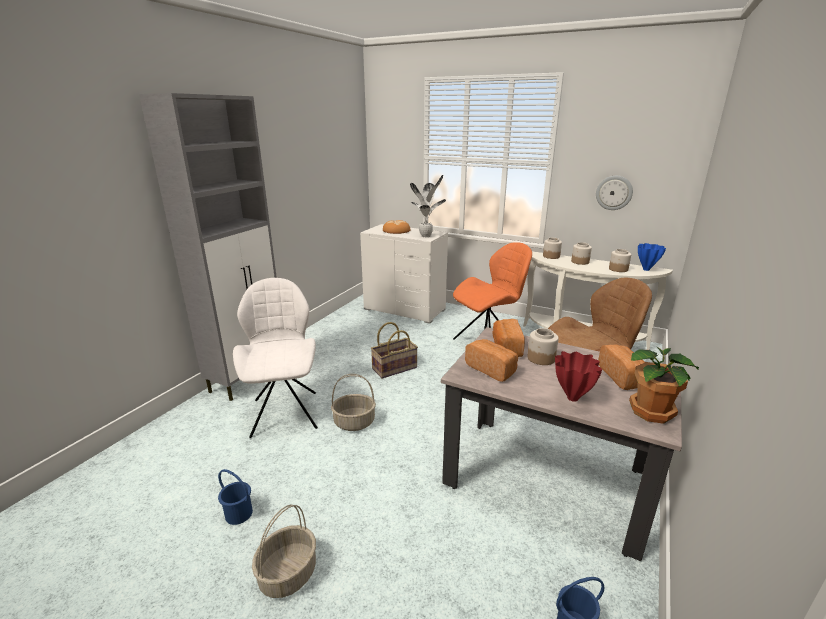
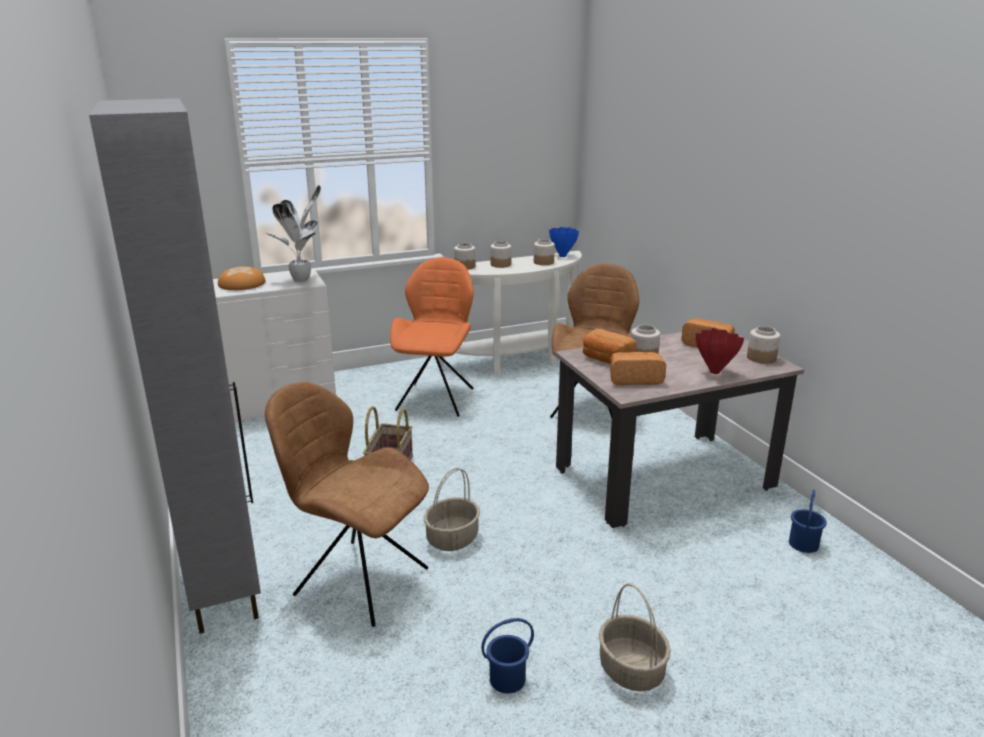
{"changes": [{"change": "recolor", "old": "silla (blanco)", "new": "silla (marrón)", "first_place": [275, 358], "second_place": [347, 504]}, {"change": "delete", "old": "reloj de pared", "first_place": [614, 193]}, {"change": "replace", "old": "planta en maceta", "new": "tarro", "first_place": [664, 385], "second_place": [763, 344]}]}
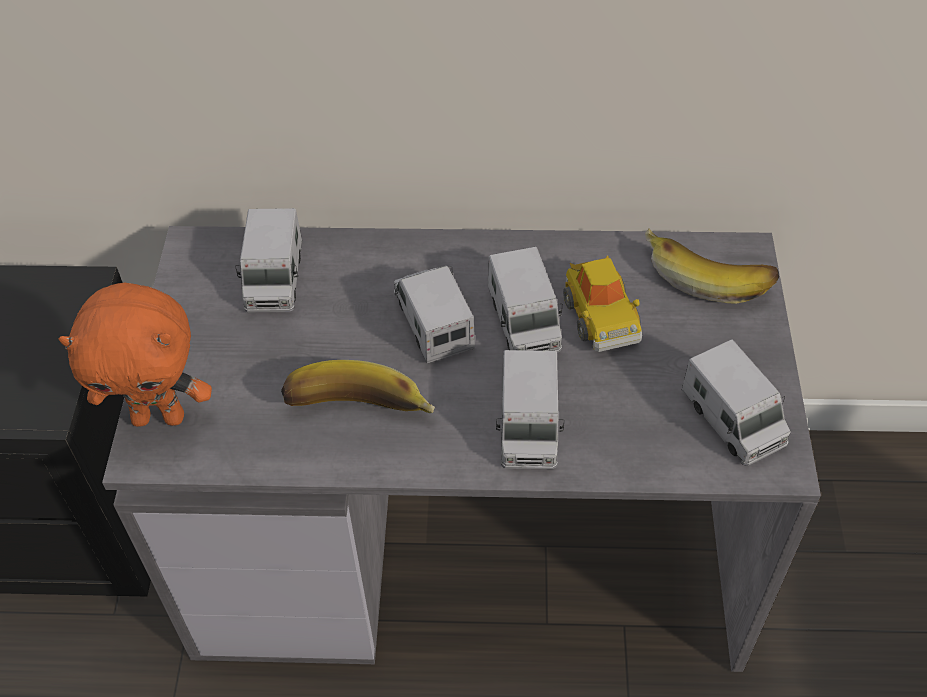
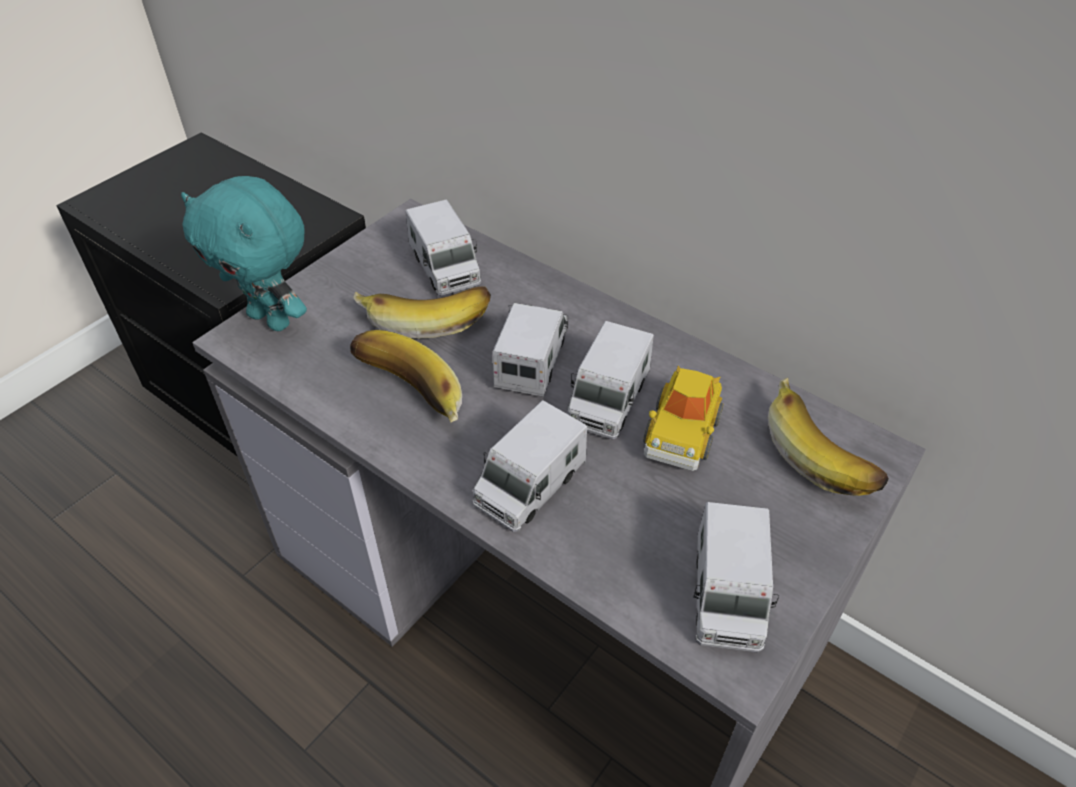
{"changes": [{"change": "recolor", "old": "peluche (naranja)", "new": "peluche (turquesa)", "first_place": [135, 354], "second_place": [244, 253]}, {"change": "rotate", "old": "camión de juguete", "first_place": [268, 260], "second_place": [443, 248], "degrees": -60}, {"change": "insert", "new": "plátano", "second_place": [422, 312]}]}
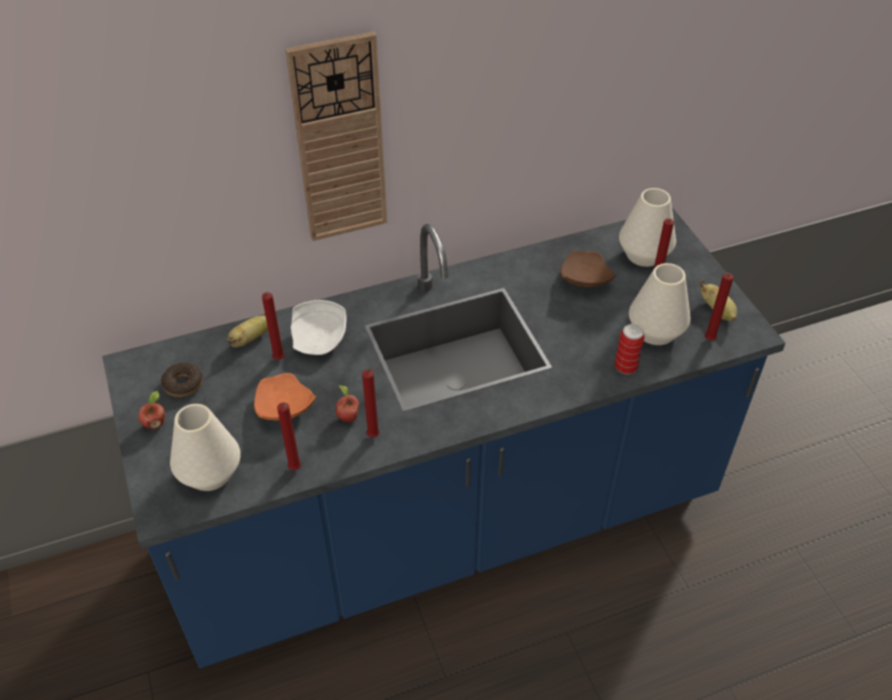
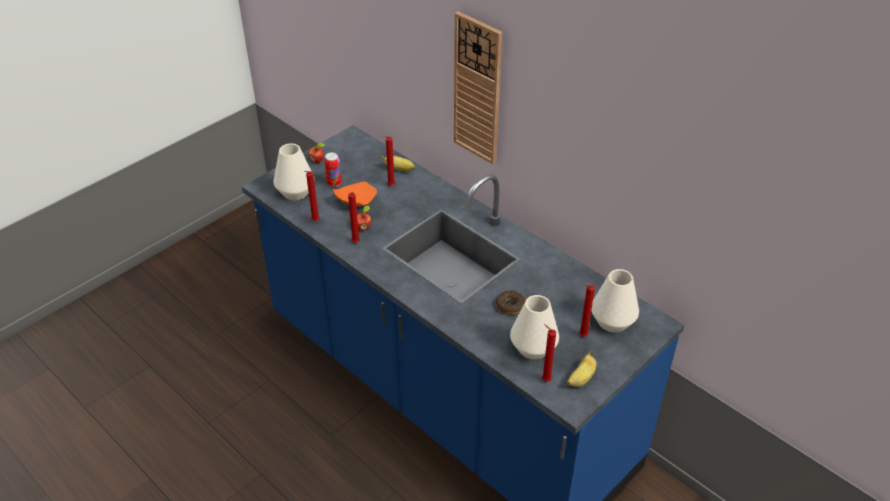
{"changes": [{"change": "move", "old": "rosquilla", "first_place": [182, 380], "second_place": [510, 302]}, {"change": "delete", "old": "plato (blanco)", "first_place": [319, 327]}, {"change": "delete", "old": "plato (marrón)", "first_place": [588, 268]}, {"change": "move", "old": "lata", "first_place": [630, 349], "second_place": [333, 169]}]}
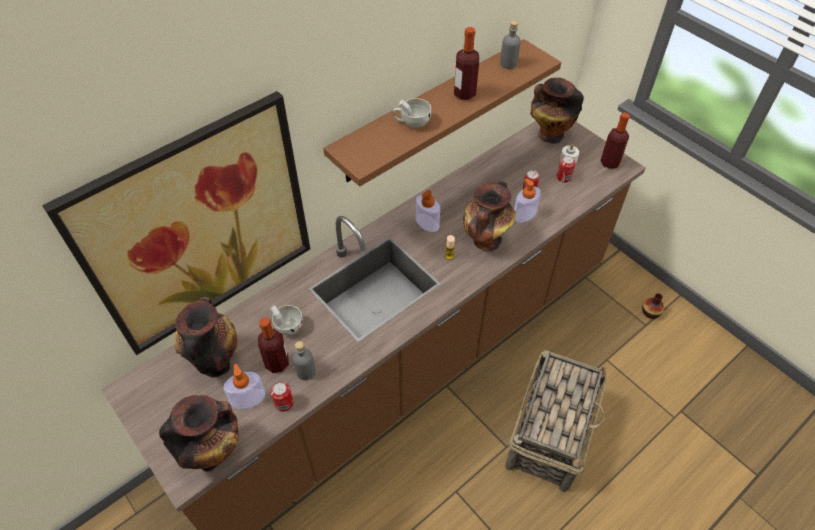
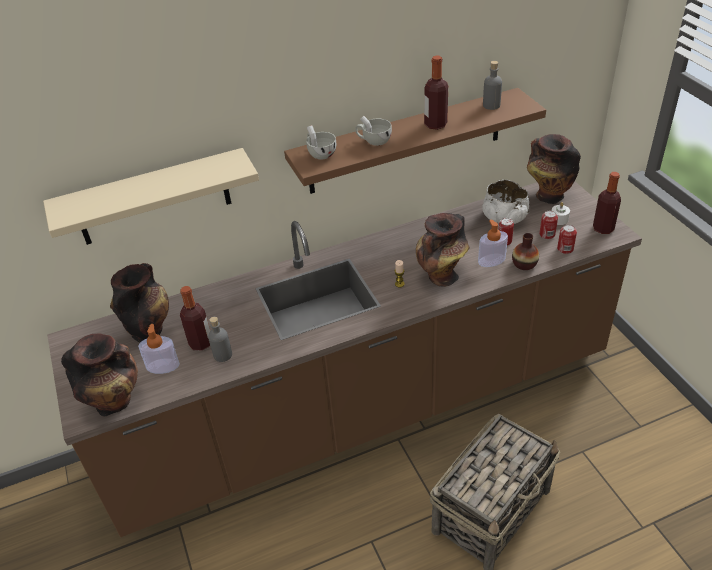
{"changes": [{"change": "replace", "old": "cuadro", "new": "estante (beis)", "first_place": [176, 223], "second_place": [151, 196]}, {"change": "move", "old": "taza (blanco)", "first_place": [286, 320], "second_place": [321, 142]}, {"change": "move", "old": "lata", "first_place": [282, 397], "second_place": [567, 239]}, {"change": "delete", "old": "dispensador de jabón", "first_place": [428, 211]}, {"change": "move", "old": "florero", "first_place": [653, 306], "second_place": [525, 251]}, {"change": "insert", "new": "cuenco (blanco)", "second_place": [506, 202]}]}
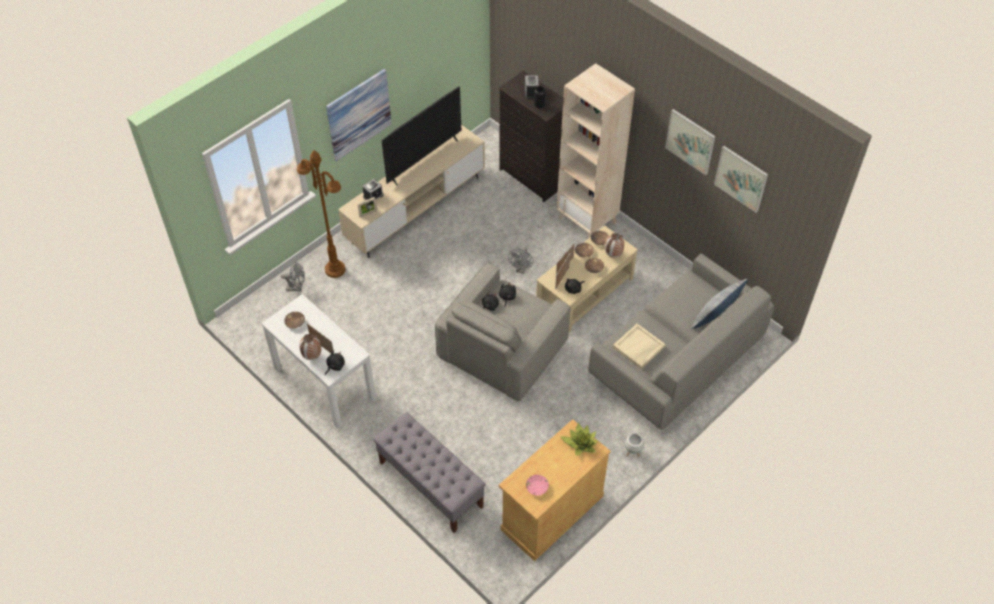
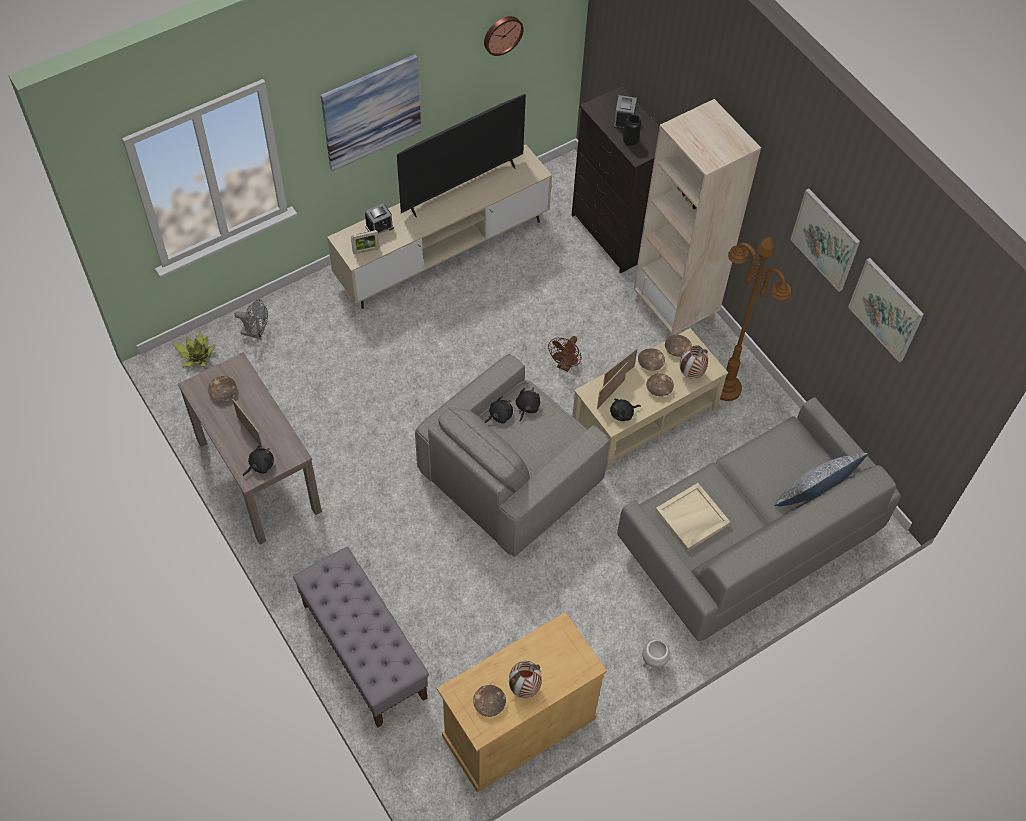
{"changes": [{"change": "recolor", "old": "mesa consola (blanco)", "new": "mesa consola (marrón)", "first_place": [318, 361], "second_place": [250, 448]}, {"change": "move", "old": "lámpara de pie (marrón)", "first_place": [321, 214], "second_place": [755, 319]}, {"change": "move", "old": "florero", "first_place": [310, 347], "second_place": [525, 679]}, {"change": "recolor", "old": "ventilador (gris)", "new": "ventilador (marrón)", "first_place": [520, 261], "second_place": [564, 354]}, {"change": "recolor", "old": "cuenco (rosa)", "new": "cuenco (marrón)", "first_place": [537, 485], "second_place": [489, 701]}, {"change": "move", "old": "planta en maceta", "first_place": [579, 439], "second_place": [194, 349]}, {"change": "insert", "new": "reloj de pared", "second_place": [504, 36]}]}
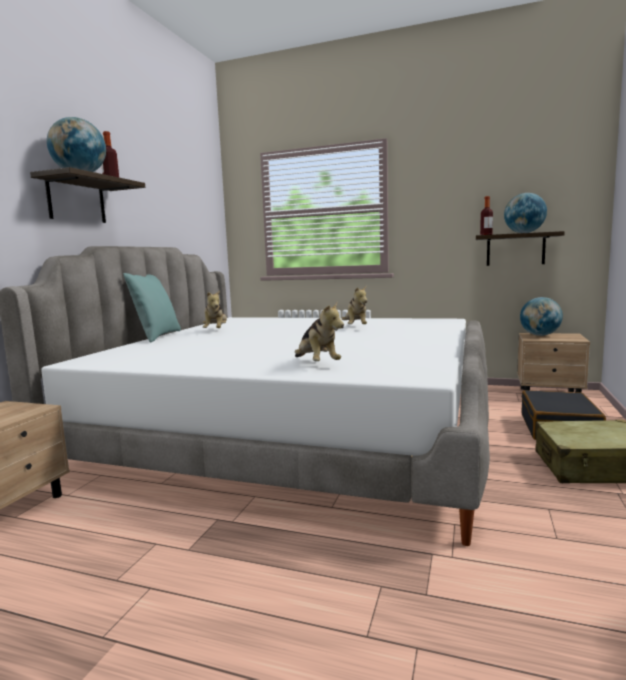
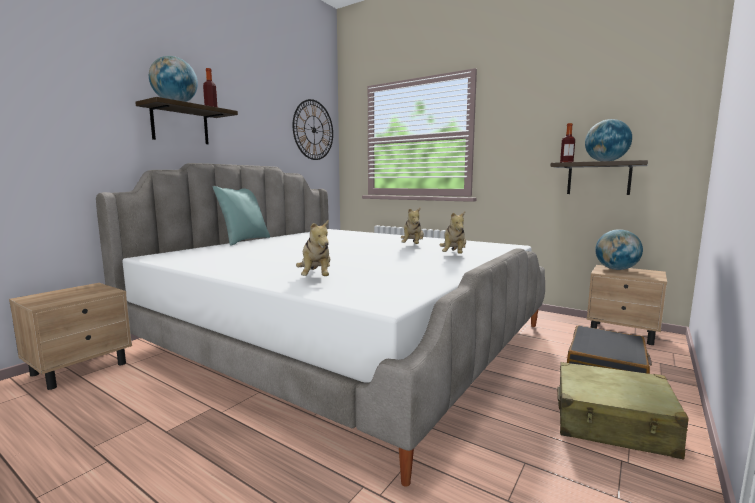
{"changes": [{"change": "move", "old": "peluche", "first_place": [215, 309], "second_place": [453, 232]}, {"change": "insert", "new": "reloj de pared", "second_place": [313, 129]}]}
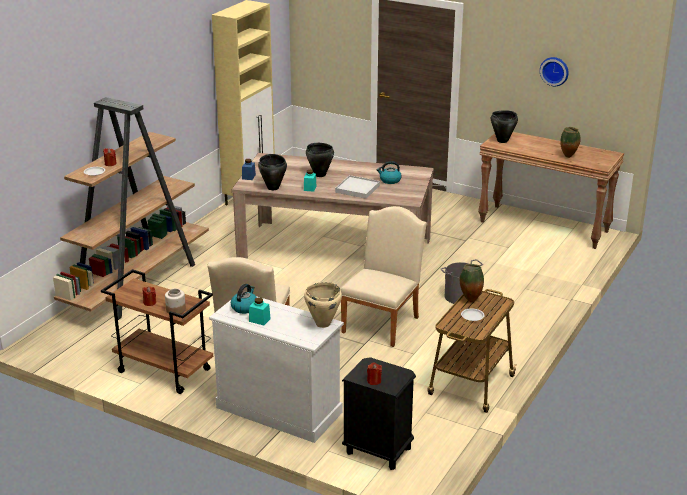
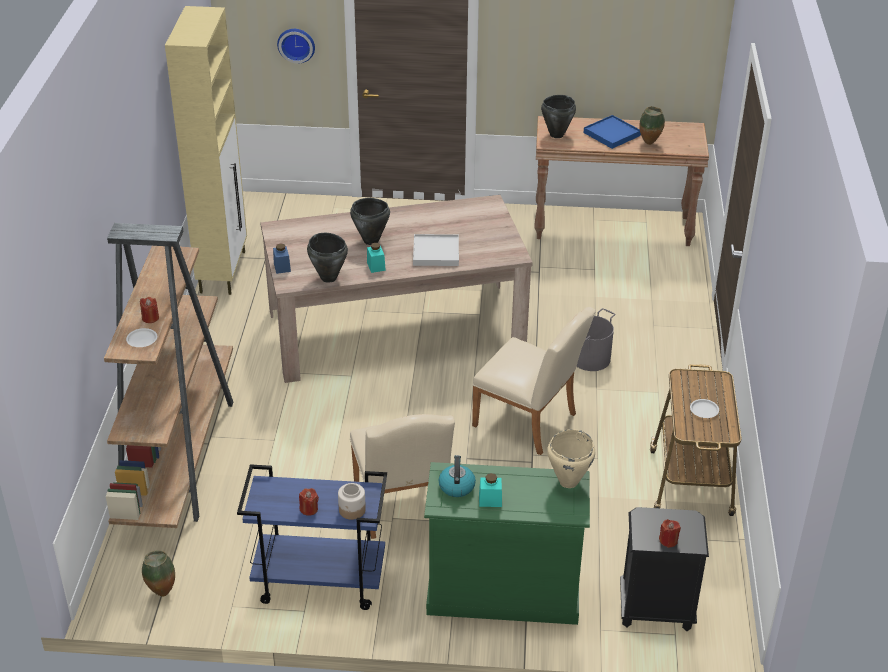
{"changes": [{"change": "recolor", "old": "carrito (marrón)", "new": "carrito (azul)", "first_place": [157, 331], "second_place": [312, 537]}, {"change": "recolor", "old": "cómoda (blanco)", "new": "cómoda (verde)", "first_place": [276, 369], "second_place": [507, 543]}, {"change": "rotate", "old": "silla (beis)", "first_place": [384, 276], "second_place": [534, 381], "degrees": 120}, {"change": "delete", "old": "hervidor", "first_place": [389, 172]}, {"change": "move", "old": "florero", "first_place": [472, 283], "second_place": [158, 573]}, {"change": "move", "old": "reloj de pared", "first_place": [554, 71], "second_place": [296, 46]}, {"change": "insert", "new": "bandeja (azul)", "second_place": [612, 132]}]}
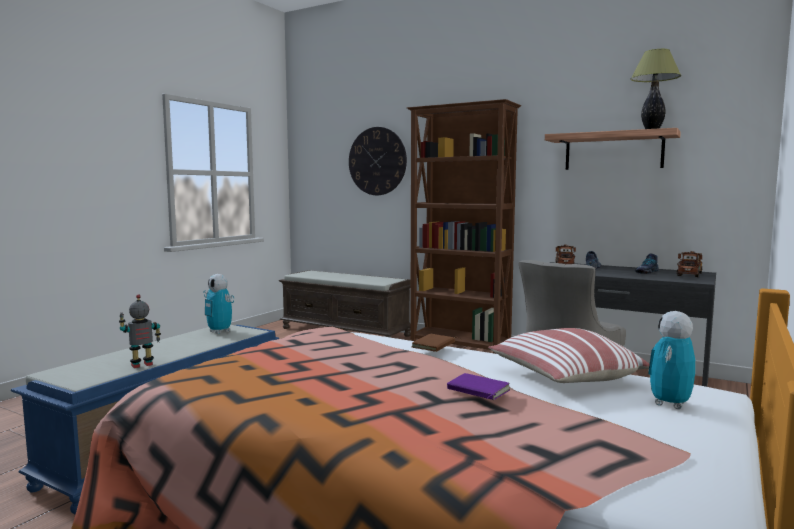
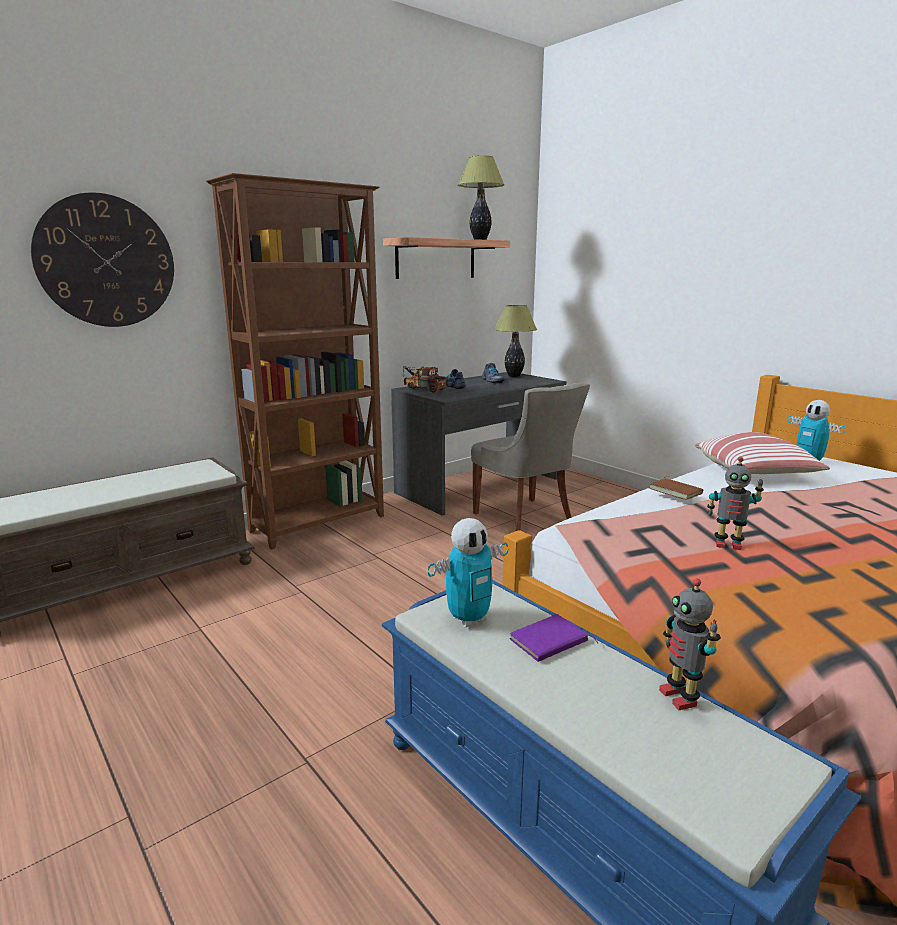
{"changes": [{"change": "move", "old": "libro (morado)", "first_place": [478, 386], "second_place": [554, 638]}, {"change": "replace", "old": "camión de juguete", "new": "lámpara de mesa", "first_place": [689, 264], "second_place": [515, 341]}, {"change": "insert", "new": "robot de juguete", "second_place": [735, 503]}]}
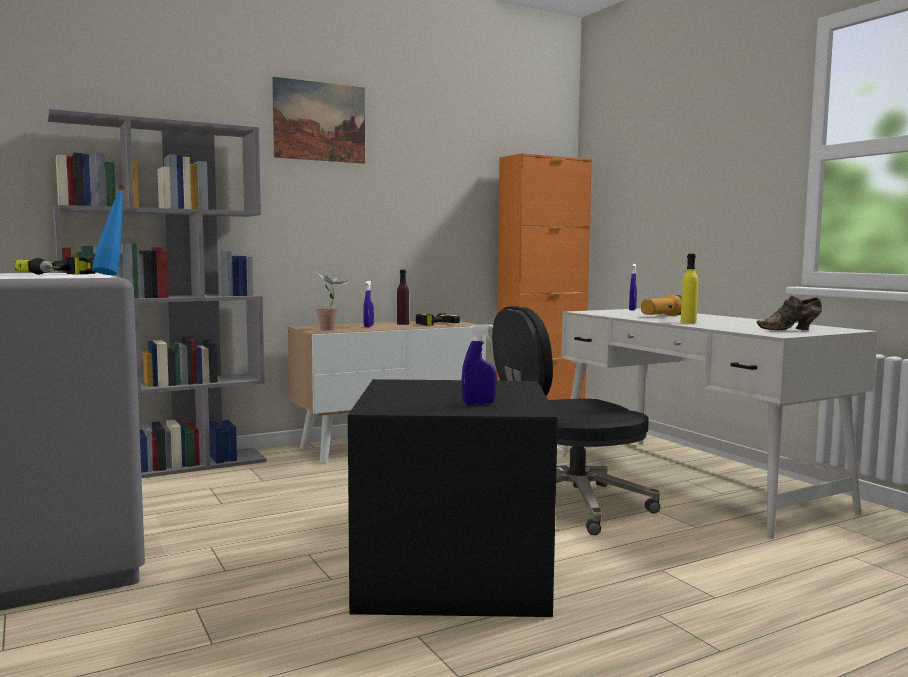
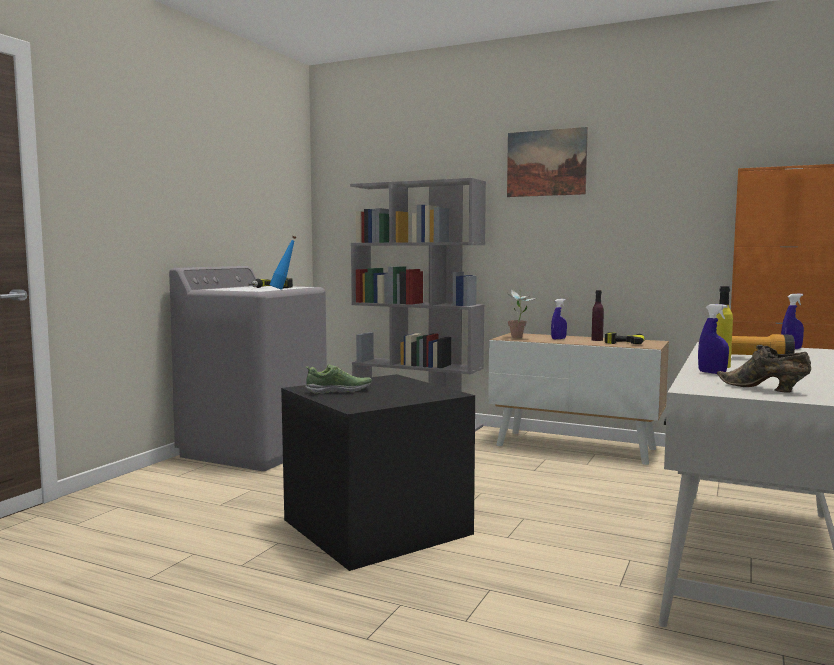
{"changes": [{"change": "move", "old": "pulverizador (azul)", "first_place": [479, 364], "second_place": [713, 339]}, {"change": "delete", "old": "silla de oficina (negro)", "first_place": [576, 420]}, {"change": "insert", "new": "zapato", "second_place": [338, 379]}]}
